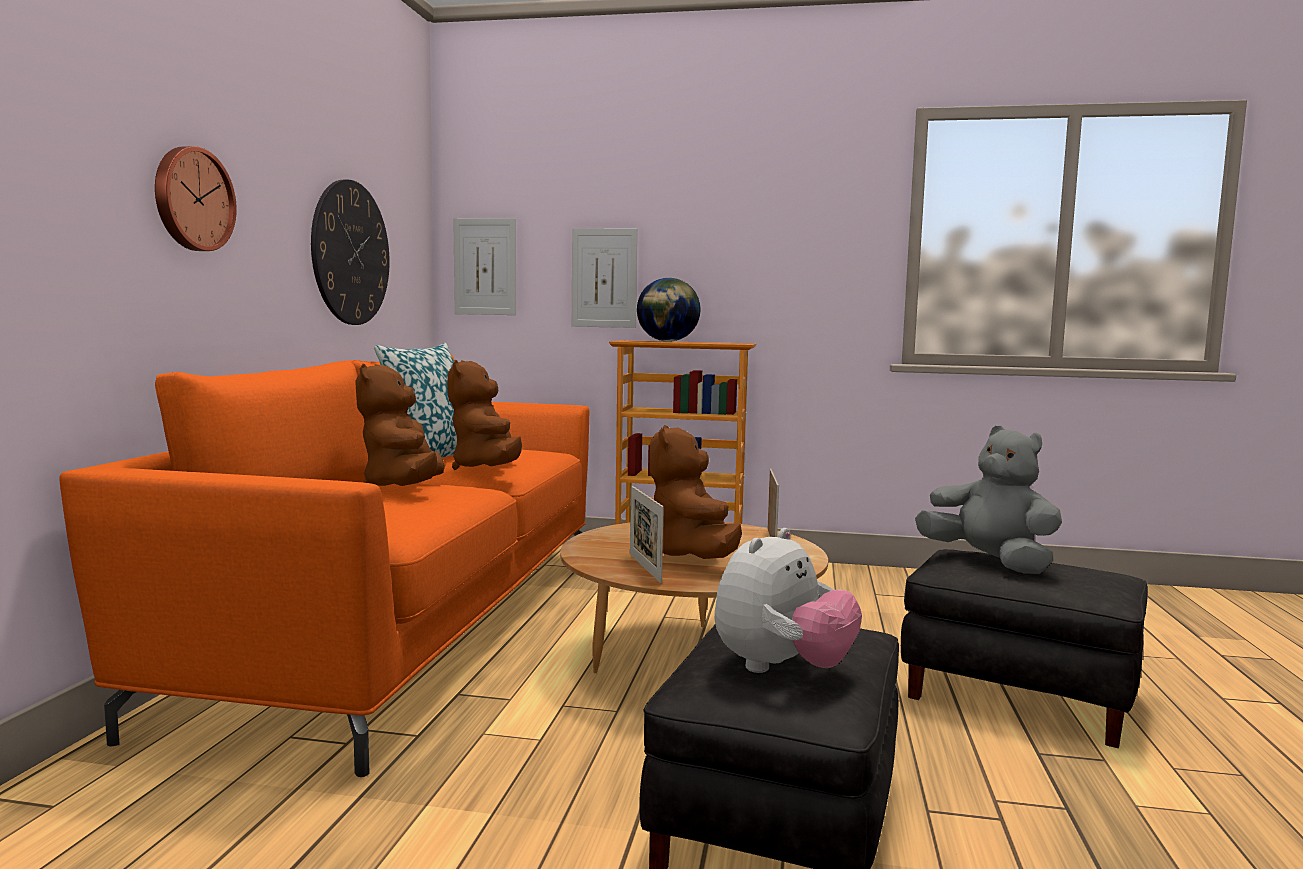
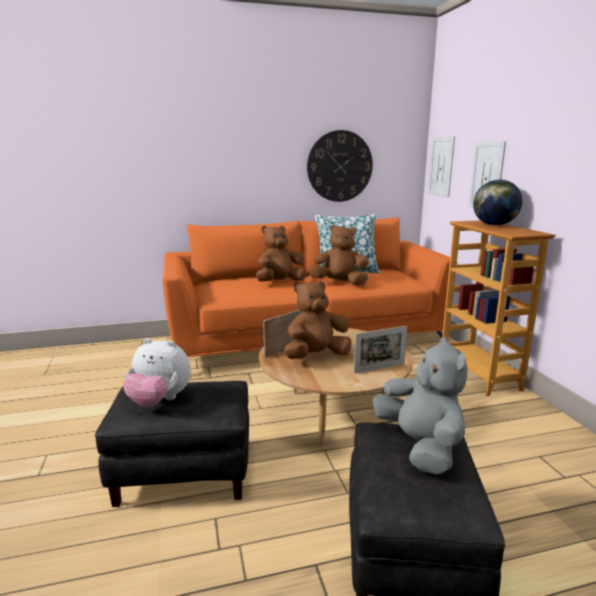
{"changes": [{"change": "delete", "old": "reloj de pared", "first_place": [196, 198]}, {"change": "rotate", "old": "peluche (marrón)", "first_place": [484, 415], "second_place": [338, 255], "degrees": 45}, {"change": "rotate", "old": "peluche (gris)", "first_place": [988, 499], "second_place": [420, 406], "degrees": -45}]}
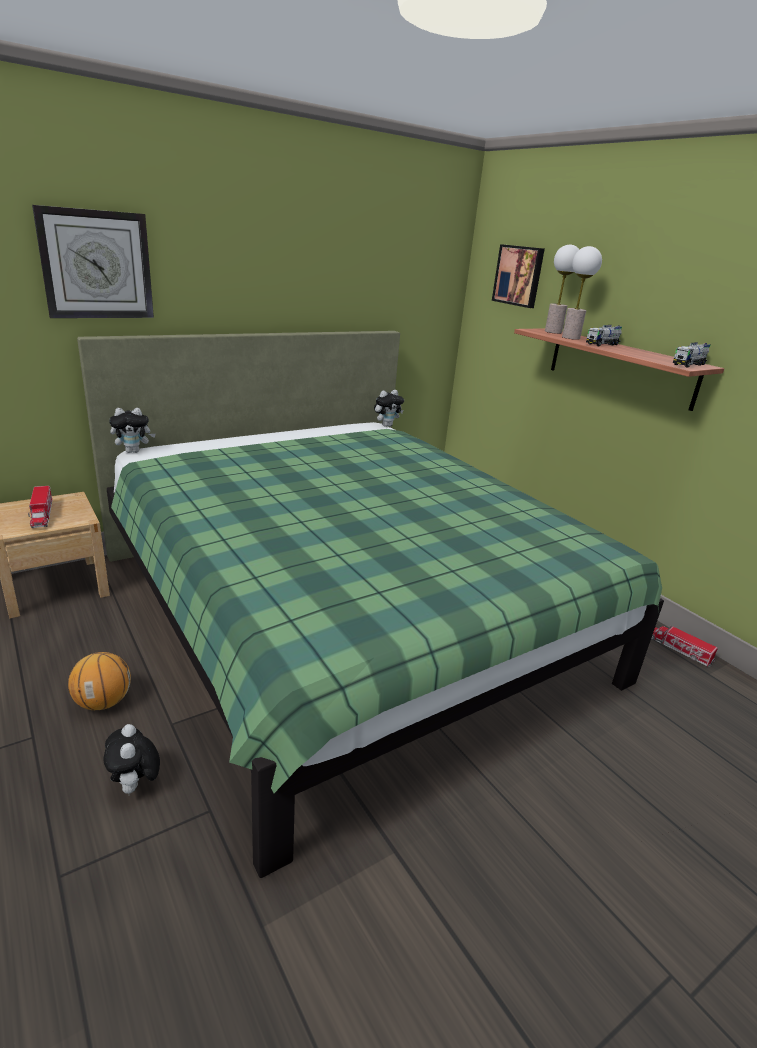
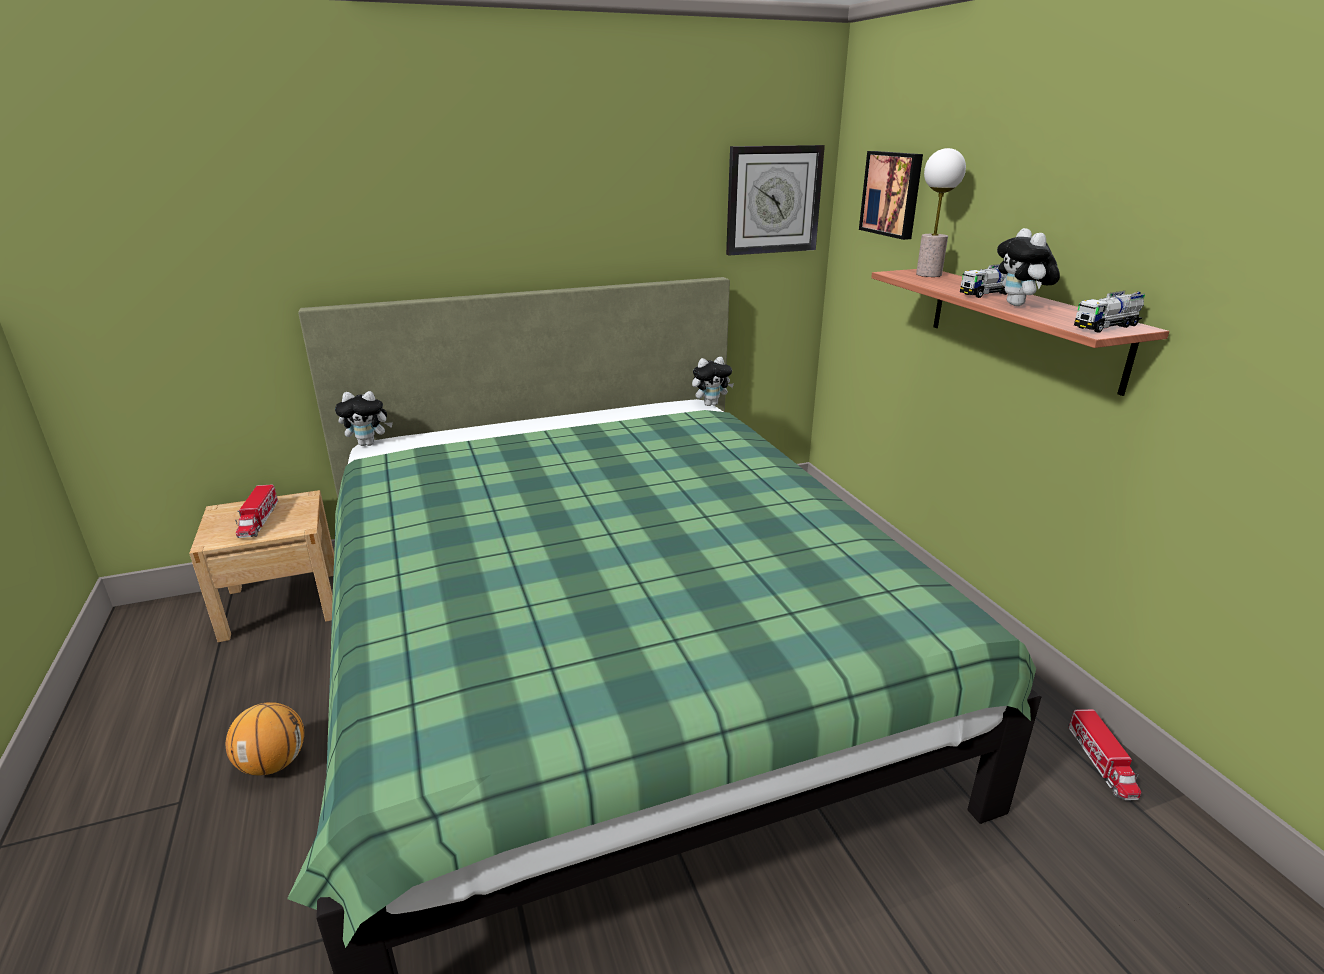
{"changes": [{"change": "move", "old": "reloj de pared", "first_place": [93, 261], "second_place": [775, 200]}, {"change": "move", "old": "peluche", "first_place": [131, 759], "second_place": [1028, 267]}, {"change": "delete", "old": "lámpara de mesa", "first_place": [582, 293]}, {"change": "rotate", "old": "camión de juguete", "first_place": [684, 646], "second_place": [1104, 754], "degrees": -150}]}
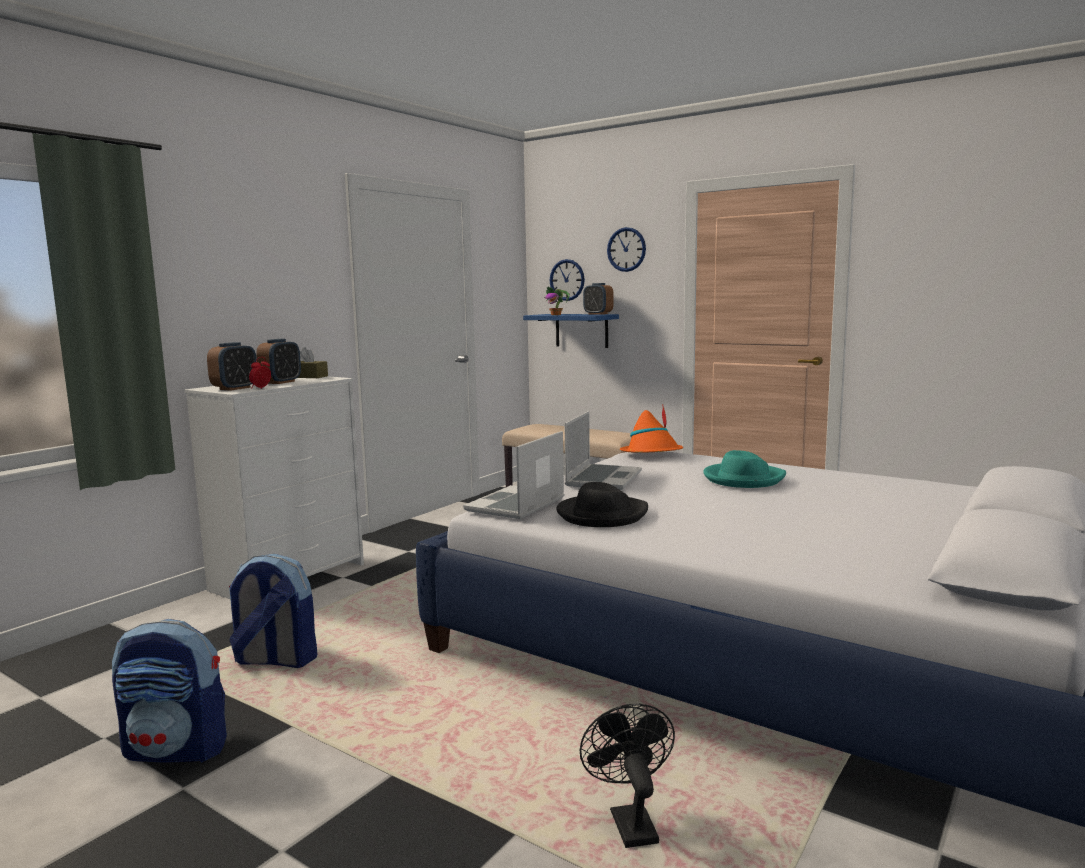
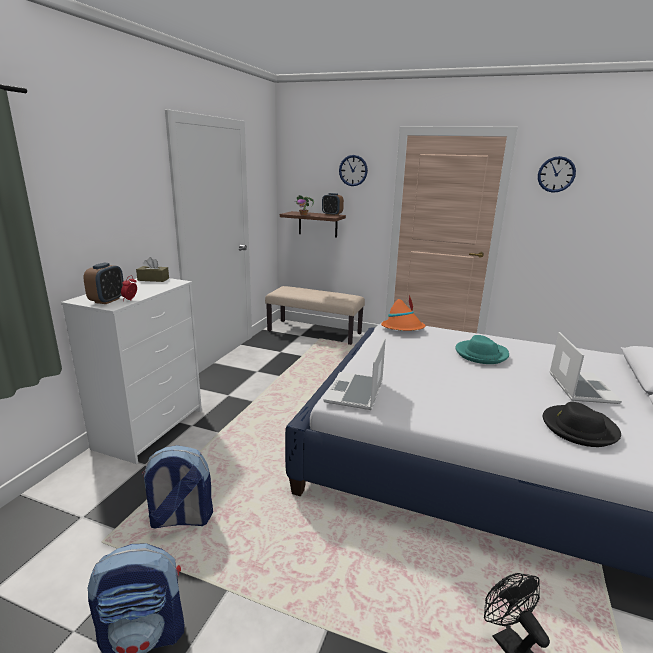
{"changes": [{"change": "delete", "old": "despertador", "first_place": [278, 361]}, {"change": "recolor", "old": "estante (azul)", "new": "estante (marrón)", "first_place": [571, 331], "second_place": [313, 224]}, {"change": "move", "old": "reloj de pared", "first_place": [567, 280], "second_place": [557, 174]}, {"change": "move", "old": "sombrero (negro)", "first_place": [602, 504], "second_place": [582, 424]}, {"change": "move", "old": "portátil", "first_place": [603, 450], "second_place": [585, 368]}]}
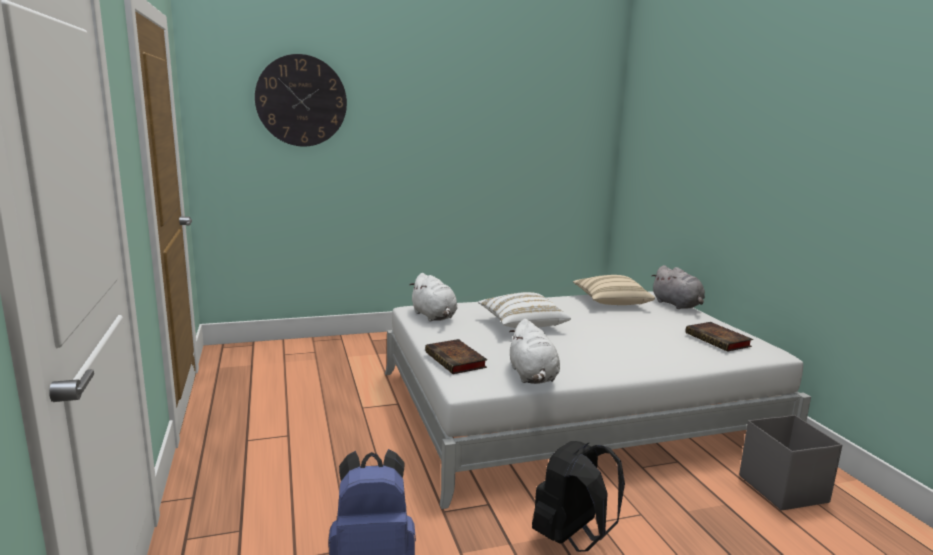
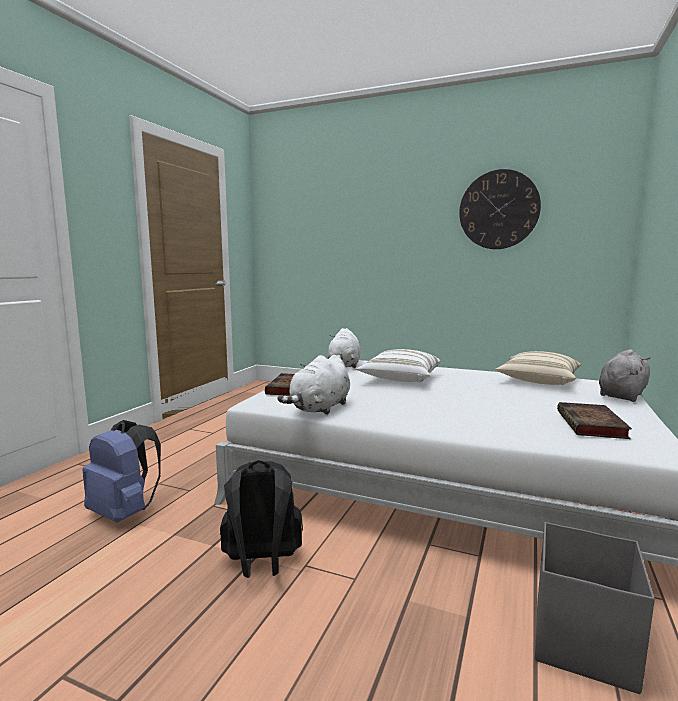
{"changes": [{"change": "move", "old": "reloj de pared", "first_place": [301, 100], "second_place": [500, 209]}, {"change": "rotate", "old": "peluche (gris)", "first_place": [678, 287], "second_place": [624, 375], "degrees": -150}]}
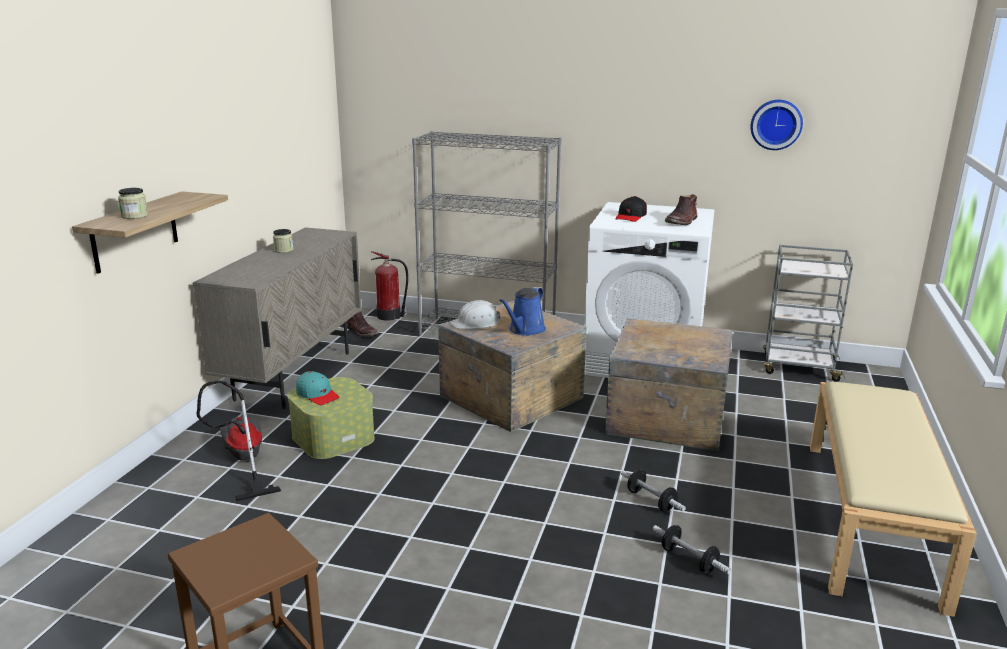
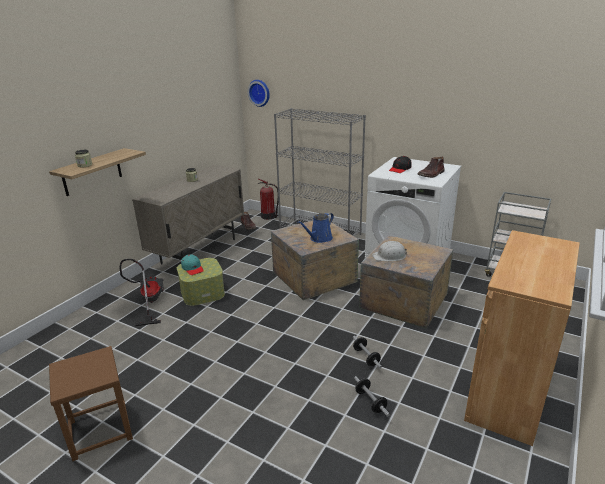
{"changes": [{"change": "move", "old": "casco (blanco)", "first_place": [475, 314], "second_place": [389, 251]}, {"change": "move", "old": "reloj de pared", "first_place": [777, 125], "second_place": [258, 93]}, {"change": "replace", "old": "banco (beis)", "new": "armario (marrón)", "first_place": [893, 499], "second_place": [522, 338]}]}
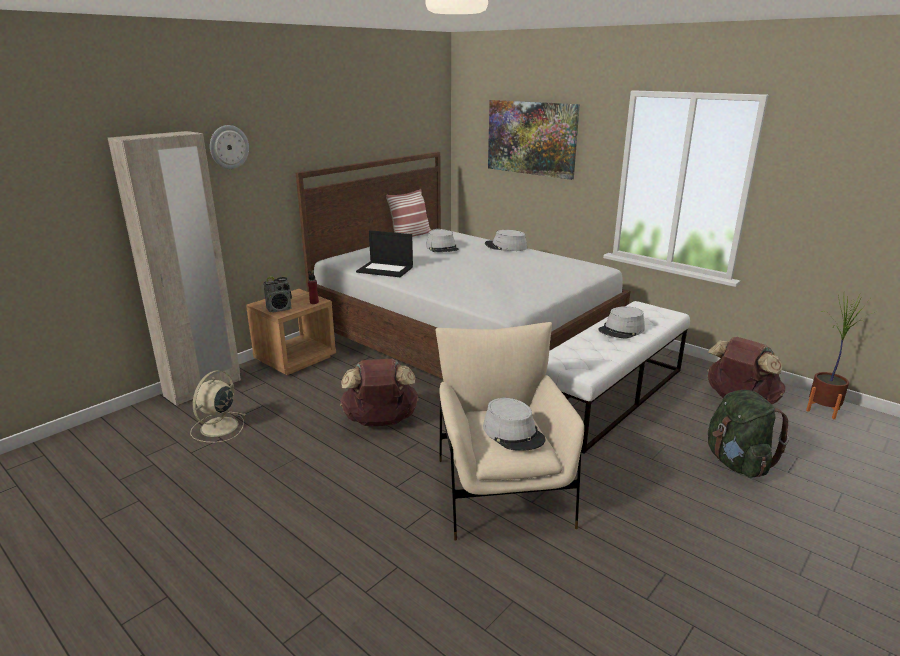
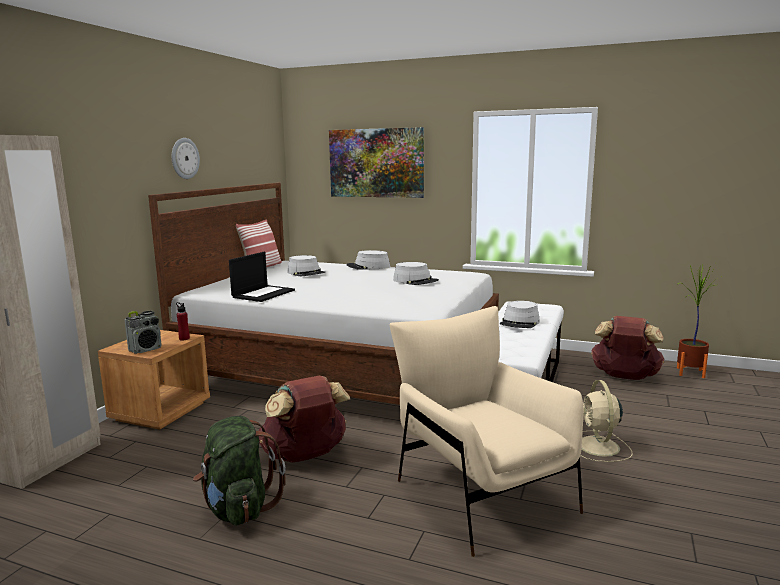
{"changes": [{"change": "move", "old": "ventilador (beis)", "first_place": [218, 406], "second_place": [606, 421]}, {"change": "move", "old": "reloj de pared", "first_place": [229, 147], "second_place": [186, 158]}, {"change": "rotate", "old": "portátil", "first_place": [384, 253], "second_place": [262, 277], "degrees": -60}, {"change": "move", "old": "sombrero (gris)", "first_place": [514, 424], "second_place": [416, 273]}, {"change": "move", "old": "mochila (verde)", "first_place": [748, 434], "second_place": [239, 471]}]}
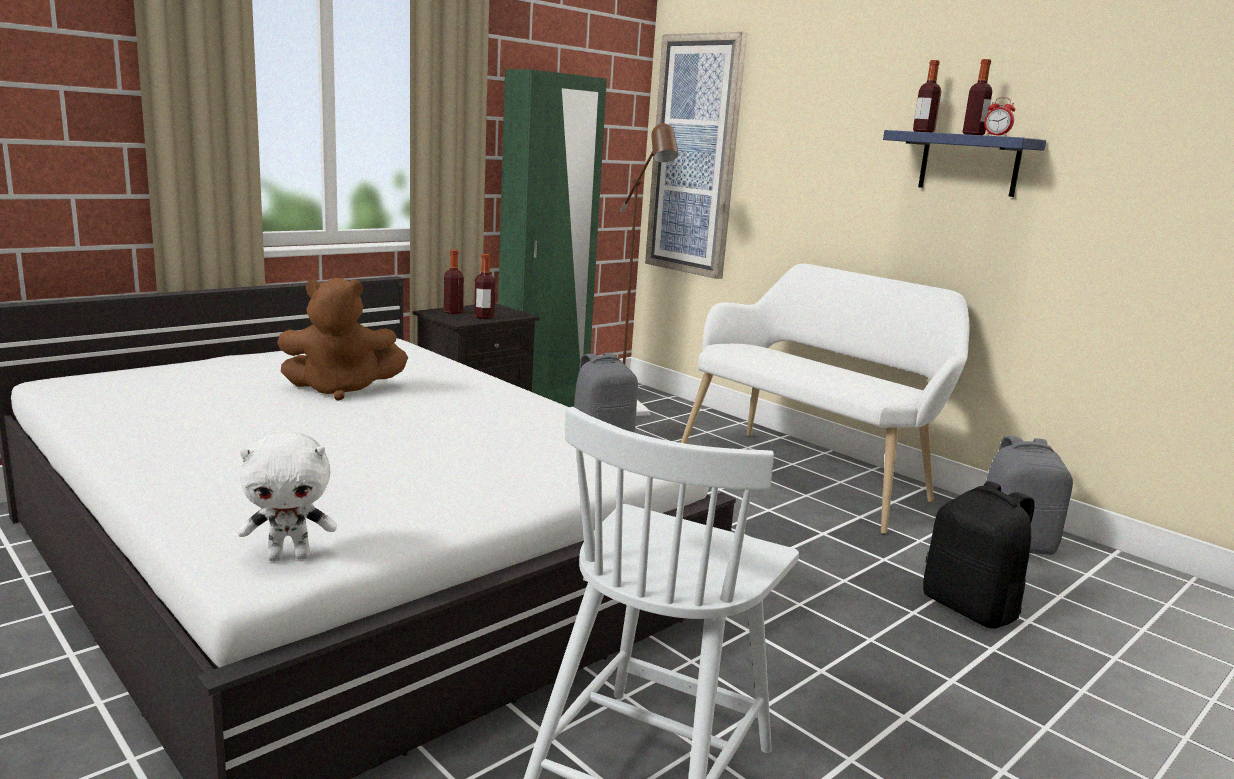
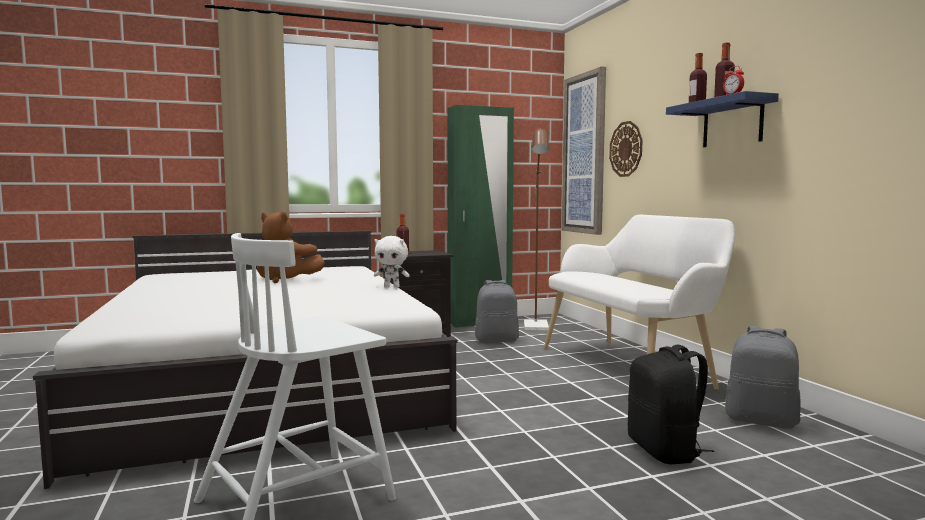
{"changes": [{"change": "move", "old": "peluche (blanco)", "first_place": [287, 495], "second_place": [392, 262]}, {"change": "delete", "old": "botella", "first_place": [484, 286]}, {"change": "insert", "new": "reloj de pared", "second_place": [626, 149]}]}
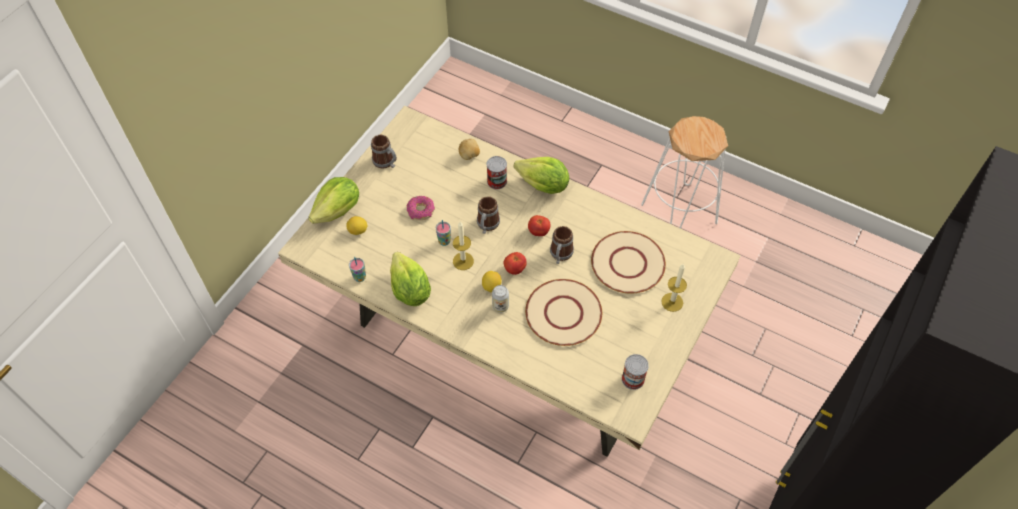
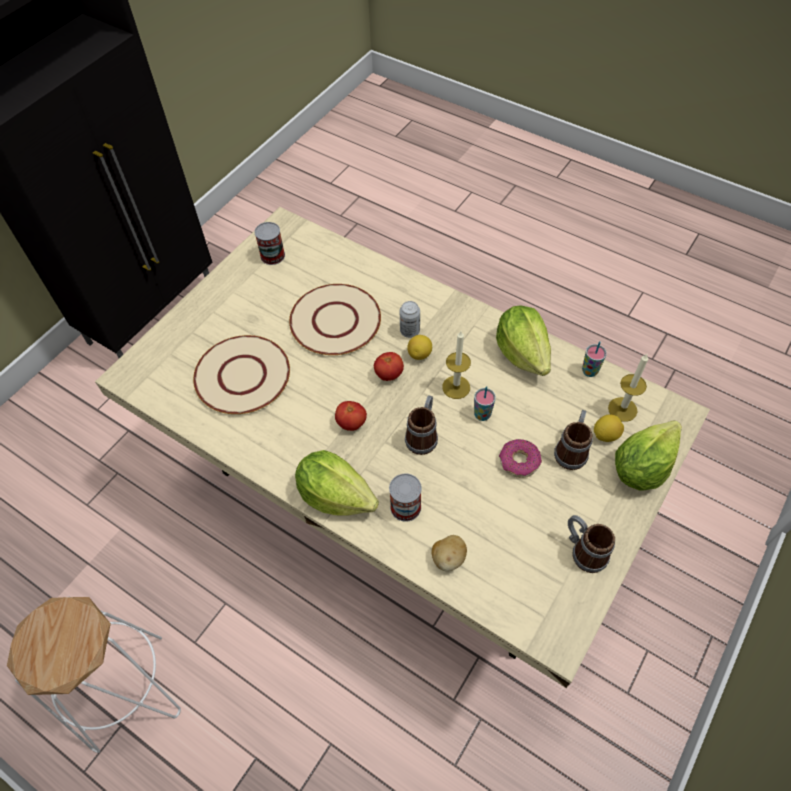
{"changes": [{"change": "move", "old": "taza grande", "first_place": [562, 245], "second_place": [573, 440]}, {"change": "move", "old": "vela", "first_place": [674, 288], "second_place": [628, 388]}]}
